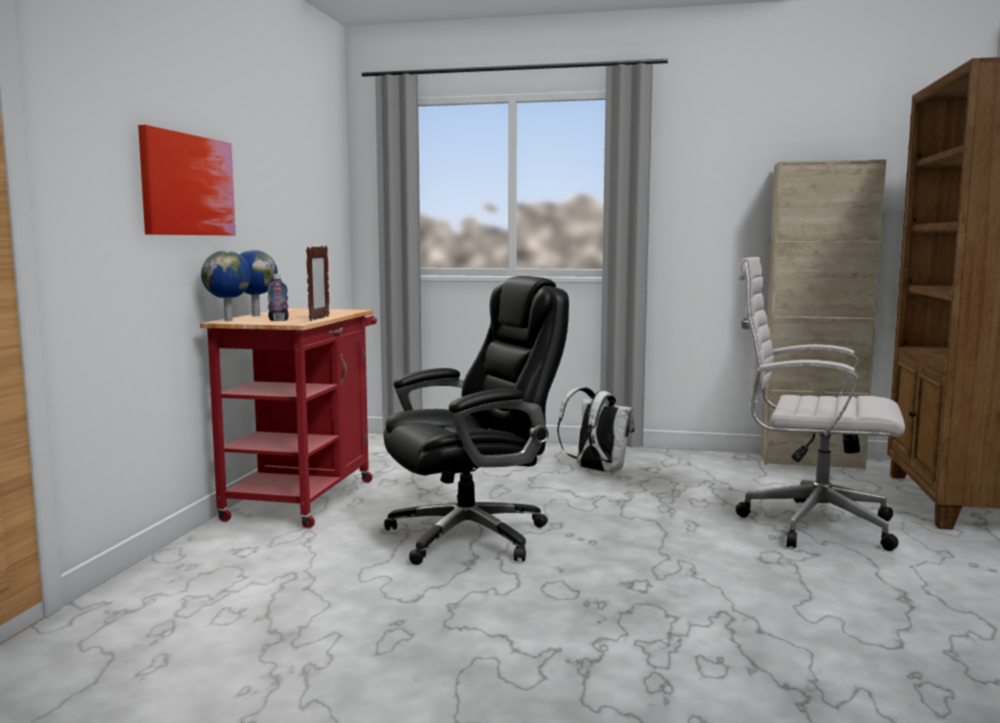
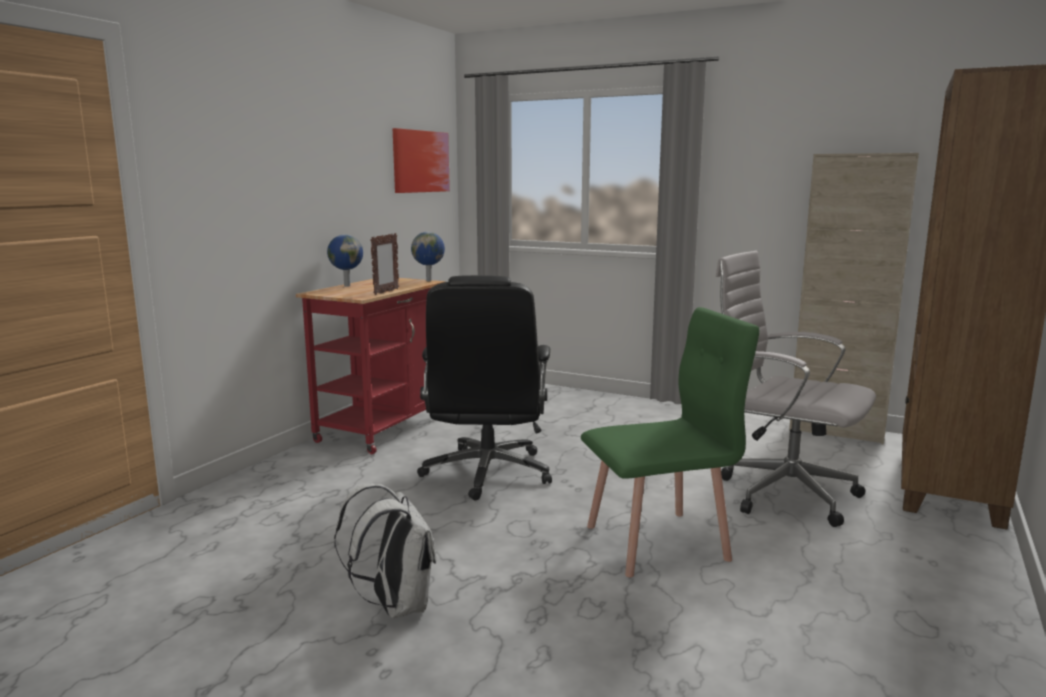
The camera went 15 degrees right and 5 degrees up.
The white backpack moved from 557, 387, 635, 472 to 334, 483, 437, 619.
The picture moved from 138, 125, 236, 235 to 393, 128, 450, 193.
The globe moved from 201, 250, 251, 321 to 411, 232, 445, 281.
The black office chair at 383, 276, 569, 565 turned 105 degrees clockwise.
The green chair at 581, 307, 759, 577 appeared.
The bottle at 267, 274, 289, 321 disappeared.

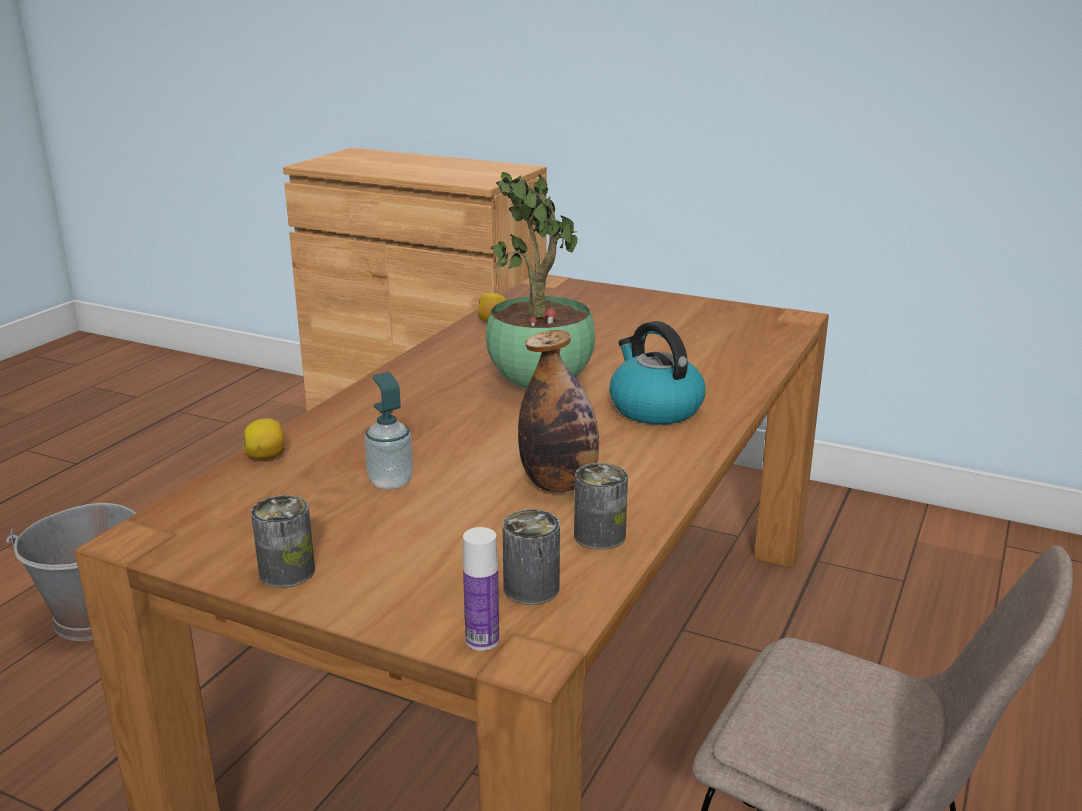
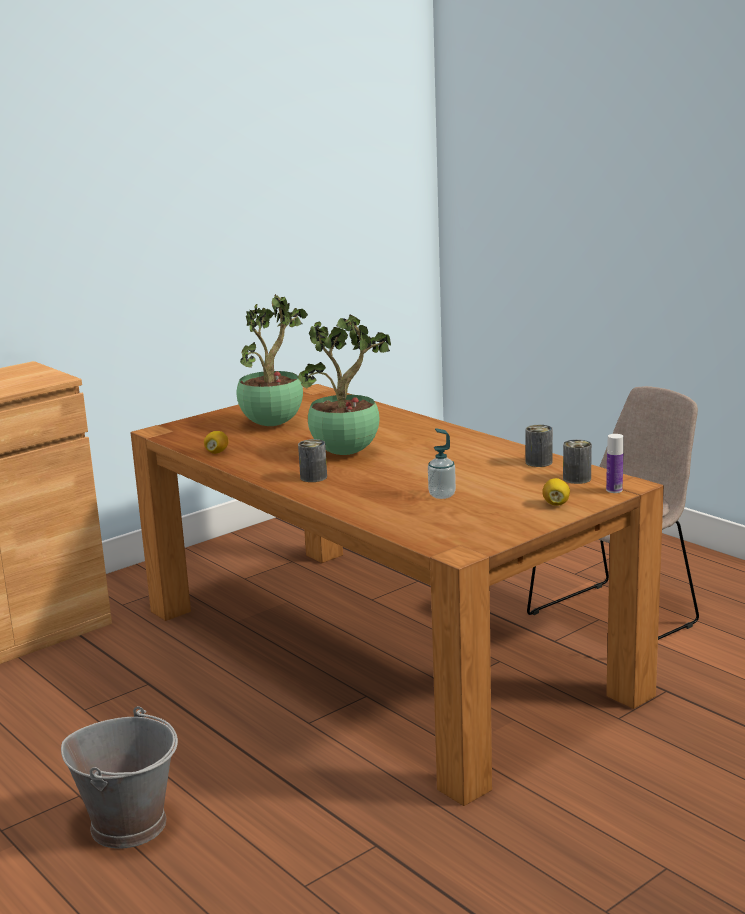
The camera went 65 degrees left and 5 degrees down.
The potted plant at 237, 294, 308, 426 appeared.
The can moved from 251, 495, 315, 588 to 298, 439, 327, 482.
The lemon moved from 243, 418, 285, 460 to 542, 478, 570, 506.
The bottle at 518, 330, 599, 492 disappeared.
The kettle at 609, 321, 706, 424 disappeared.

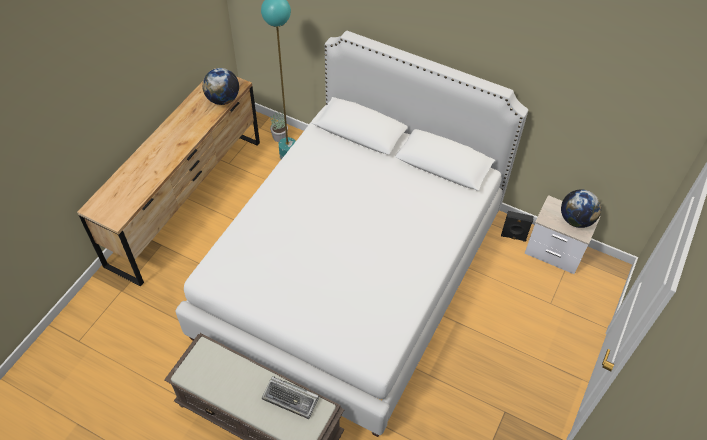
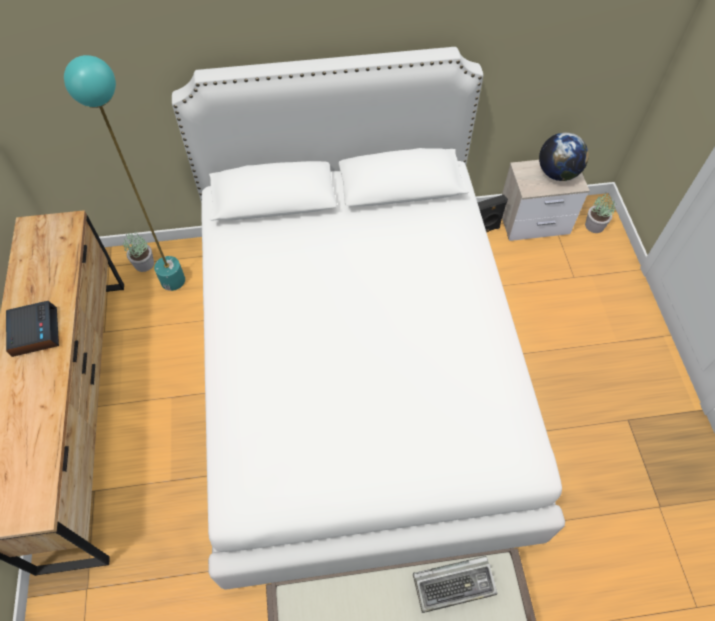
The camera went 35 degrees left and 5 degrees up.
The alarm clock at 6, 301, 59, 357 appeared.
The potted plant at 585, 194, 617, 233 appeared.
The globe at 202, 68, 239, 105 disappeared.

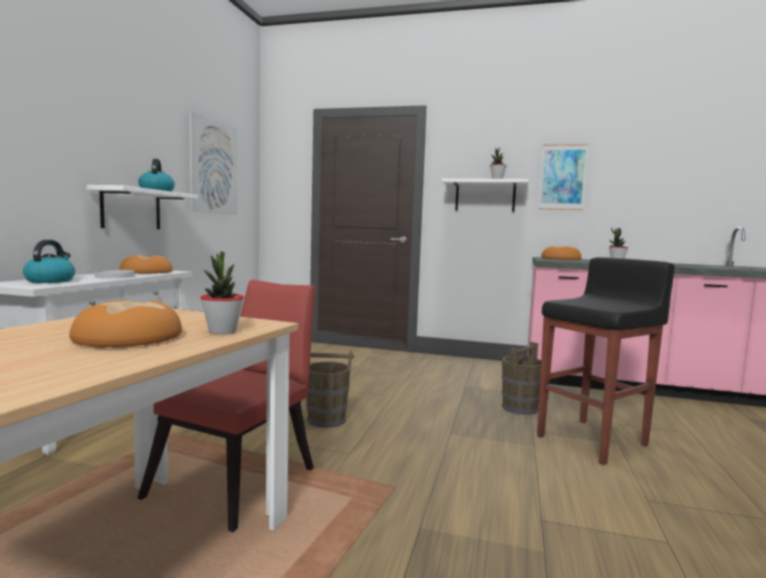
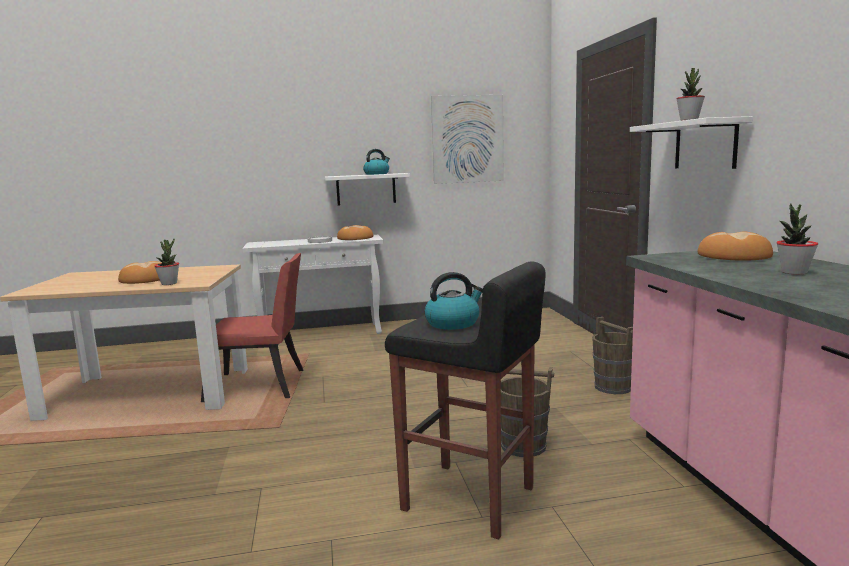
The camera went 65 degrees right and 5 degrees up.
The kettle moved from 23, 240, 75, 283 to 425, 272, 483, 330.
The brown bucket moved from 306, 350, 354, 428 to 592, 317, 633, 394.
The picture at 539, 144, 588, 210 disappeared.

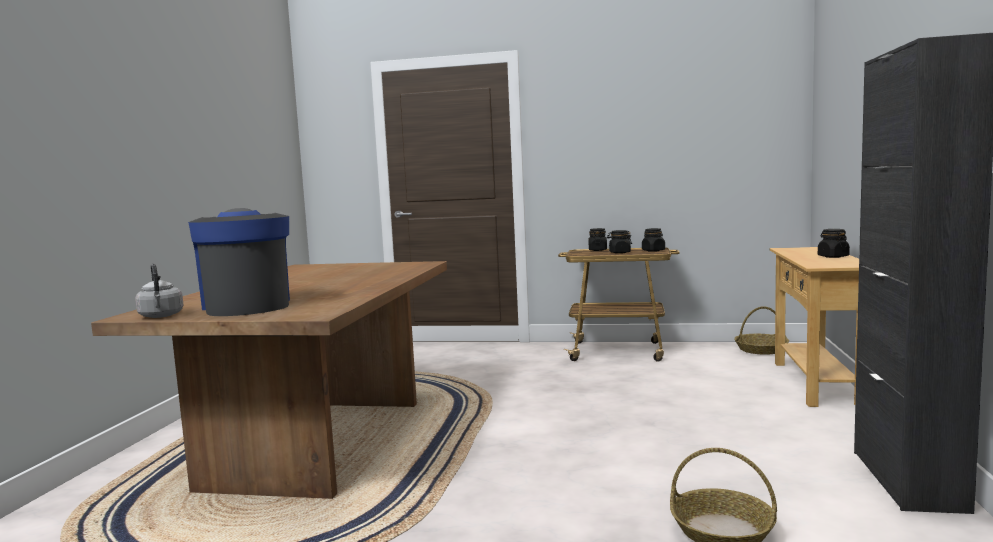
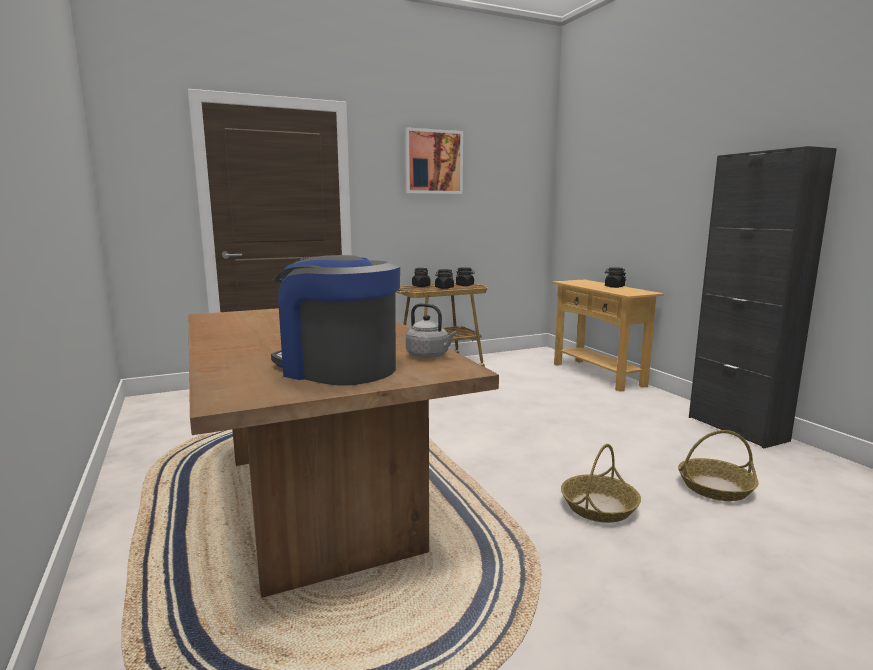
The camera went 35 degrees left and 5 degrees up.
The picture at 405, 127, 463, 194 appeared.
The grey kettle moved from 135, 264, 184, 318 to 406, 303, 457, 358.
The basket moved from 734, 306, 789, 355 to 561, 444, 641, 523.

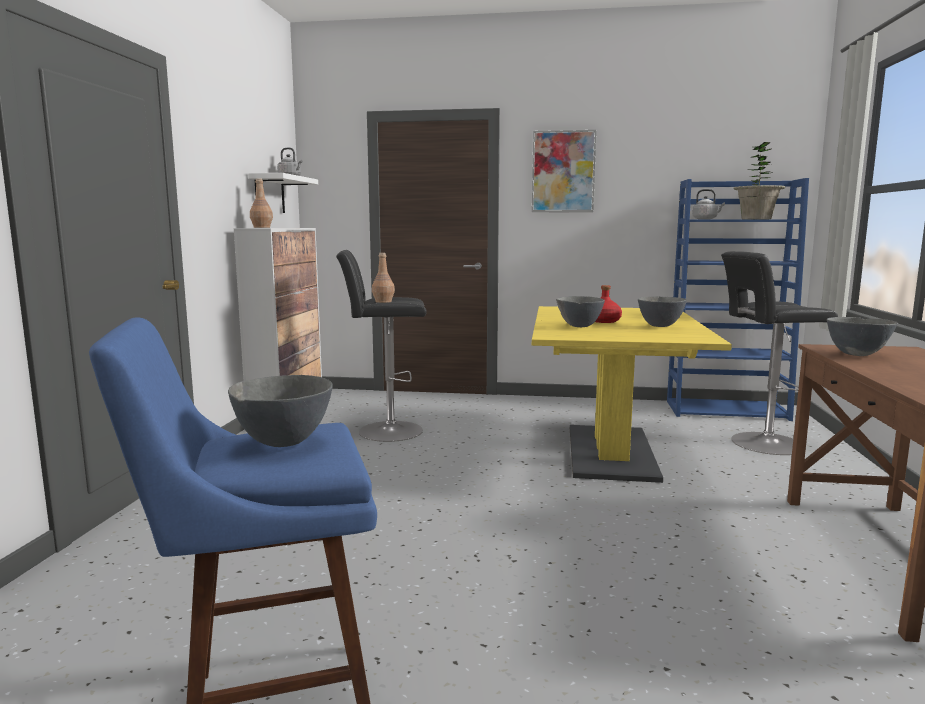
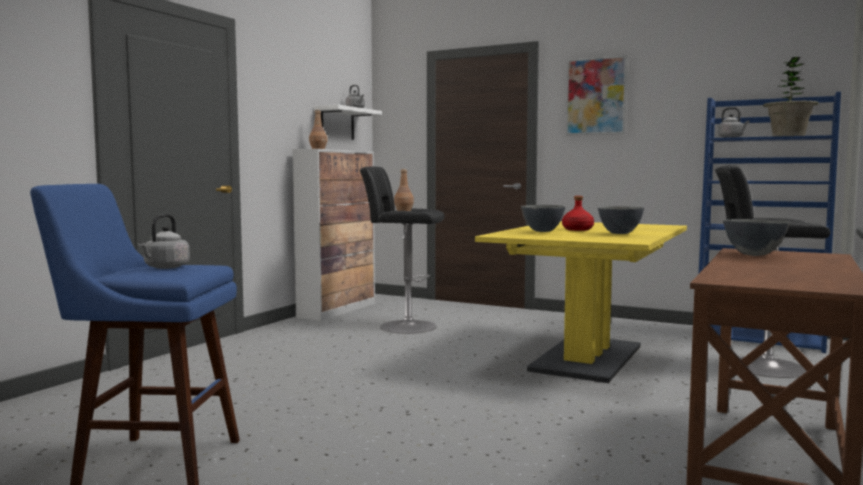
The camera went 20 degrees right and 5 degrees down.
The grey bowl at 228, 375, 333, 447 was replaced by the grey kettle at 138, 214, 190, 269.

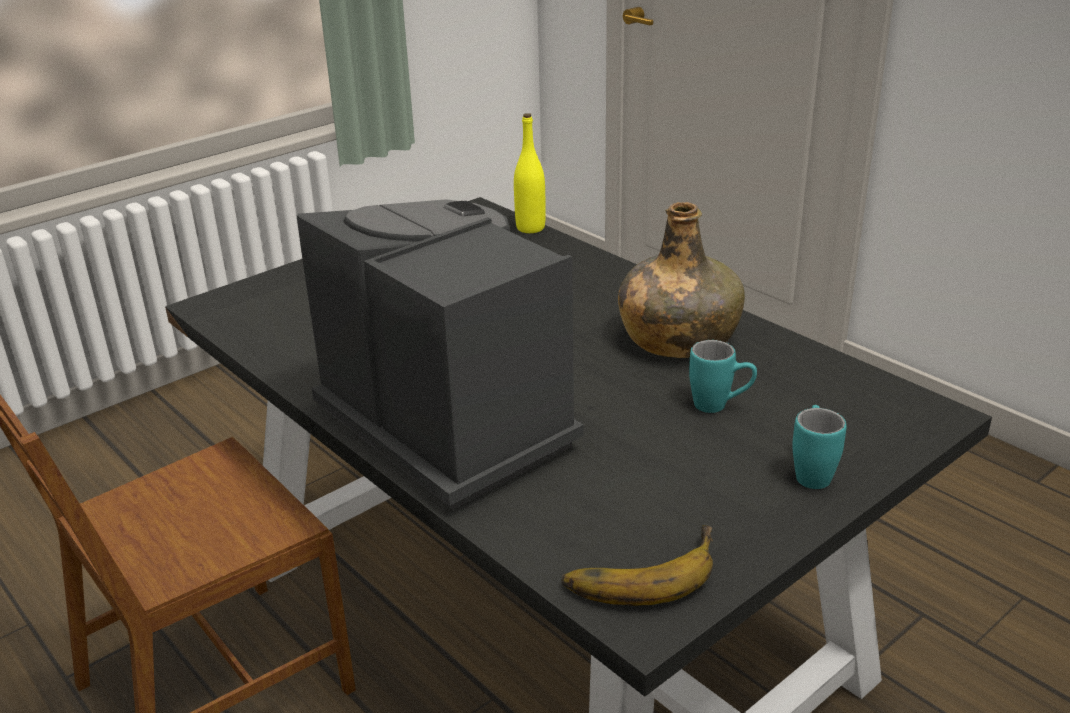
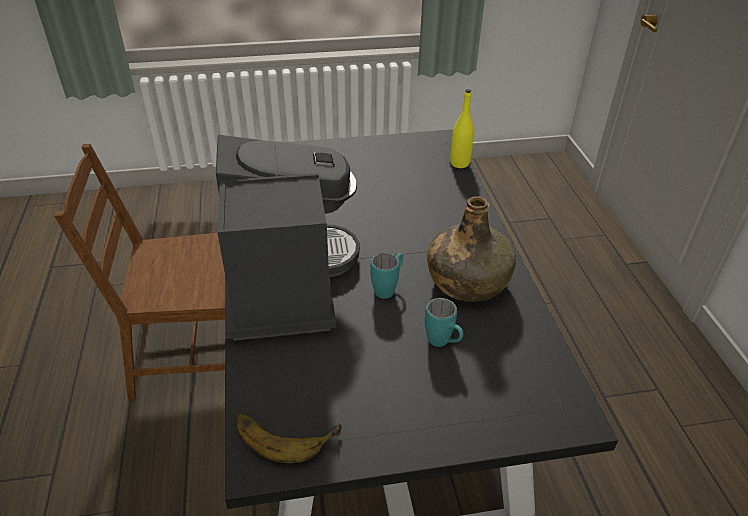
The camera went 30 degrees right and 10 degrees up.
The turquoise mug moved from 792, 405, 847, 489 to 370, 253, 403, 299.

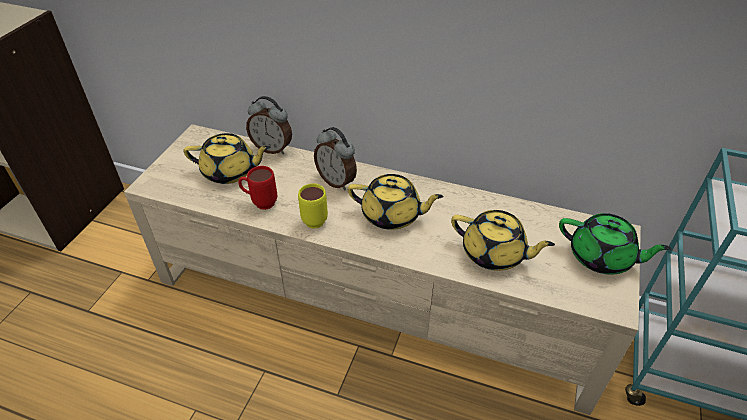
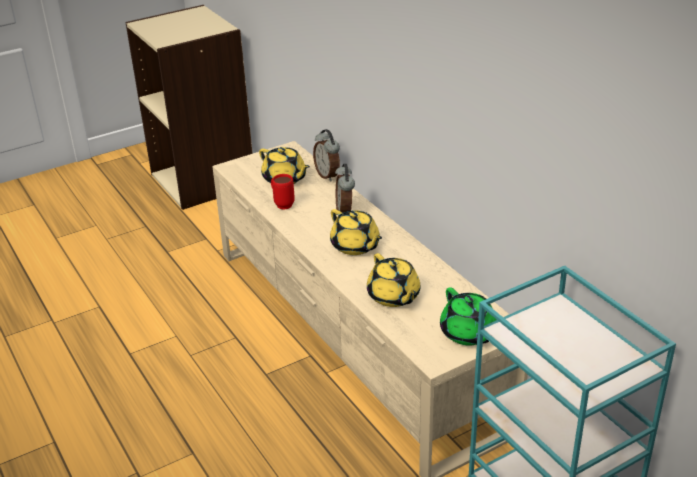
The camera went 40 degrees right and 10 degrees down.
The yellow mug at 298, 183, 328, 228 disappeared.

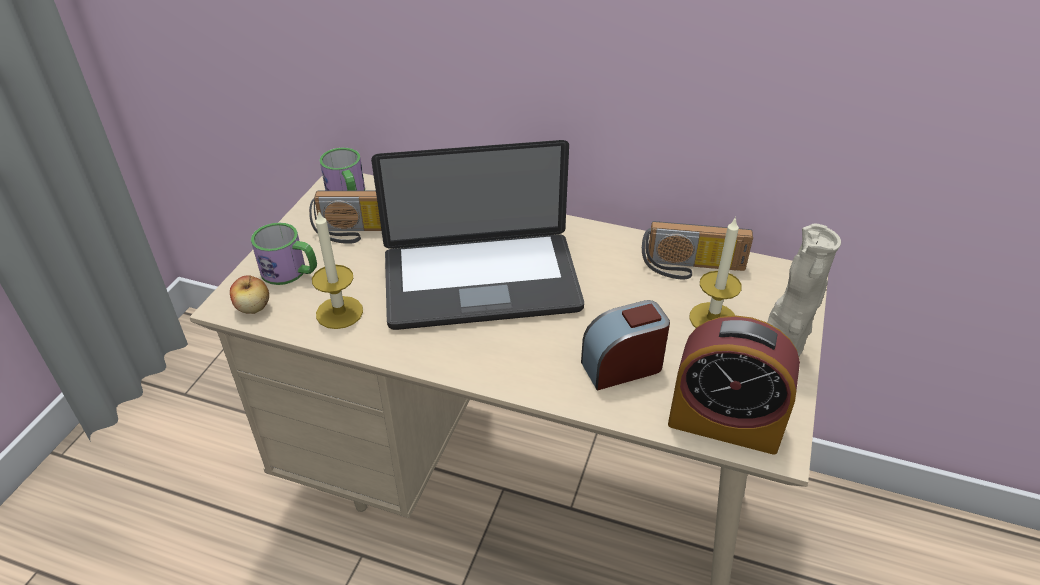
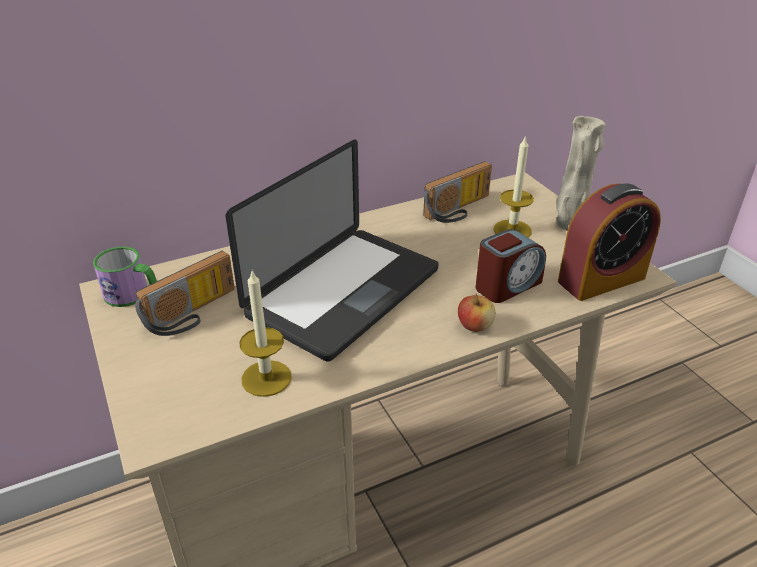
The camera went 45 degrees left and 5 degrees down.
The apple moved from 230, 275, 269, 314 to 458, 294, 495, 332.
The alarm clock at 581, 300, 670, 391 turned 150 degrees counterclockwise.
The mug at 251, 223, 317, 285 disappeared.

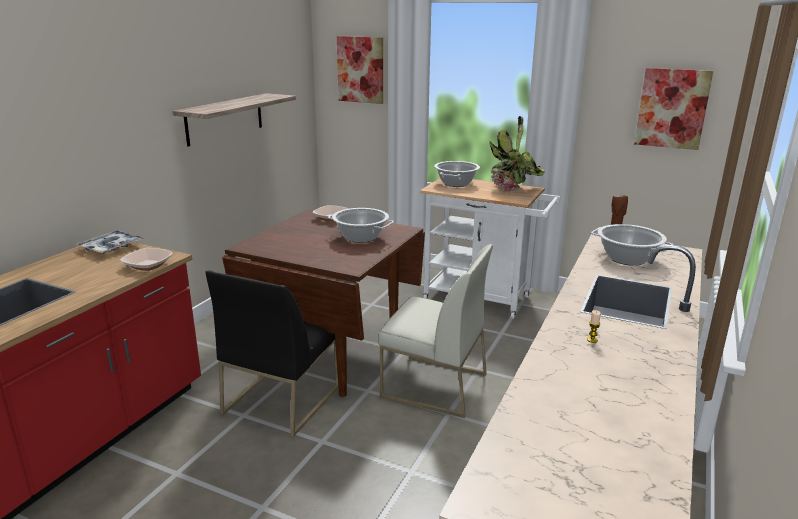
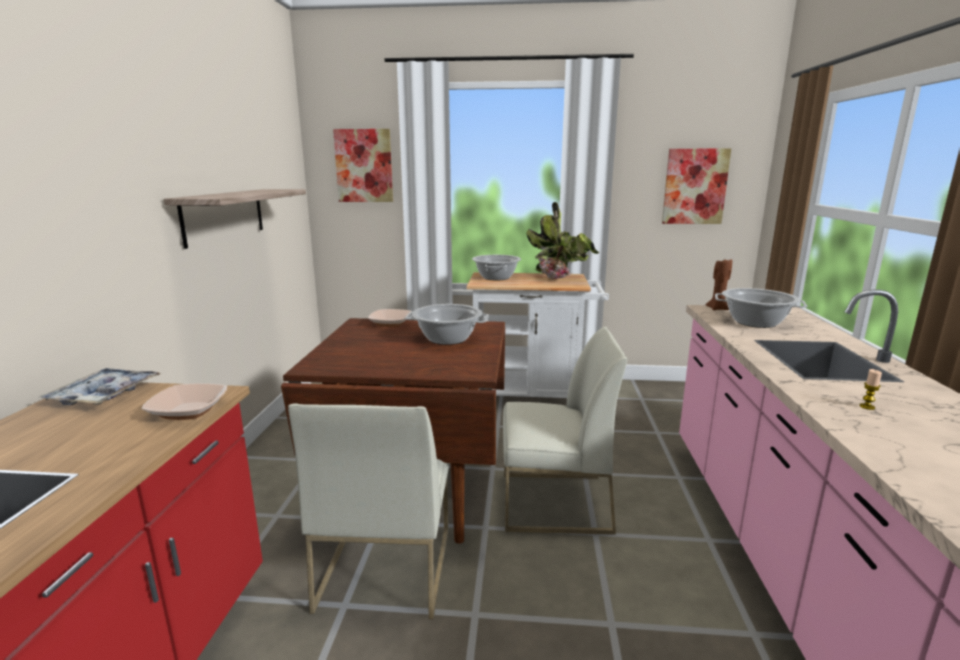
The camera went 20 degrees left and 5 degrees down.
The black chair at 205, 271, 338, 437 became the white chair at 288, 403, 449, 619.

